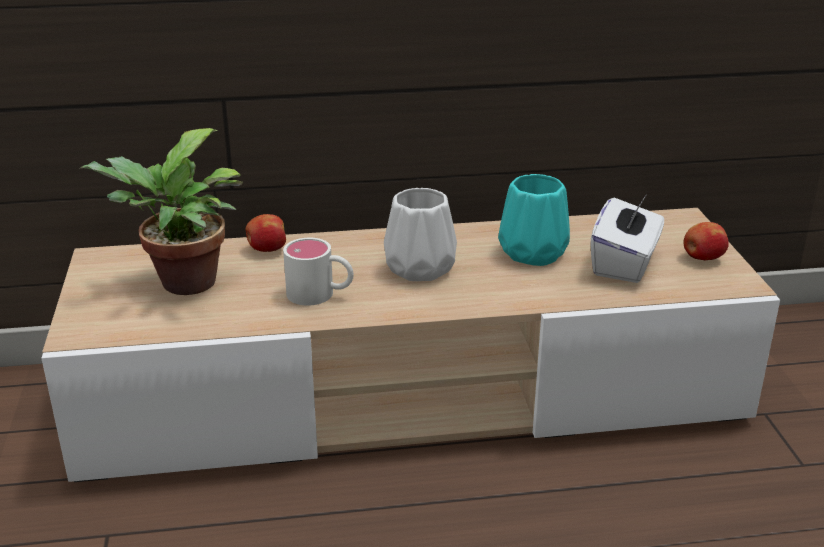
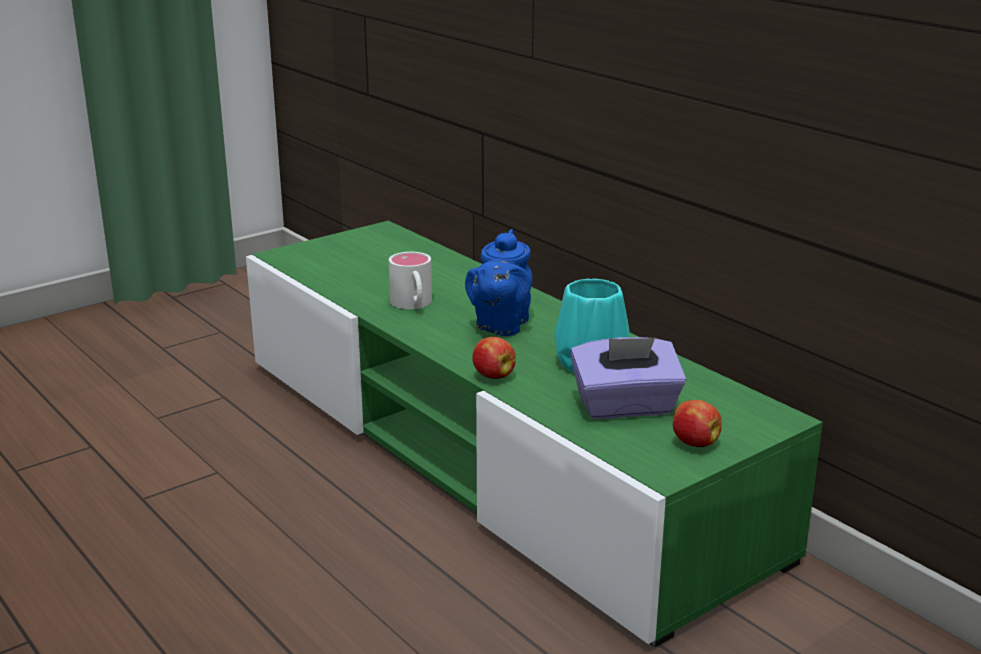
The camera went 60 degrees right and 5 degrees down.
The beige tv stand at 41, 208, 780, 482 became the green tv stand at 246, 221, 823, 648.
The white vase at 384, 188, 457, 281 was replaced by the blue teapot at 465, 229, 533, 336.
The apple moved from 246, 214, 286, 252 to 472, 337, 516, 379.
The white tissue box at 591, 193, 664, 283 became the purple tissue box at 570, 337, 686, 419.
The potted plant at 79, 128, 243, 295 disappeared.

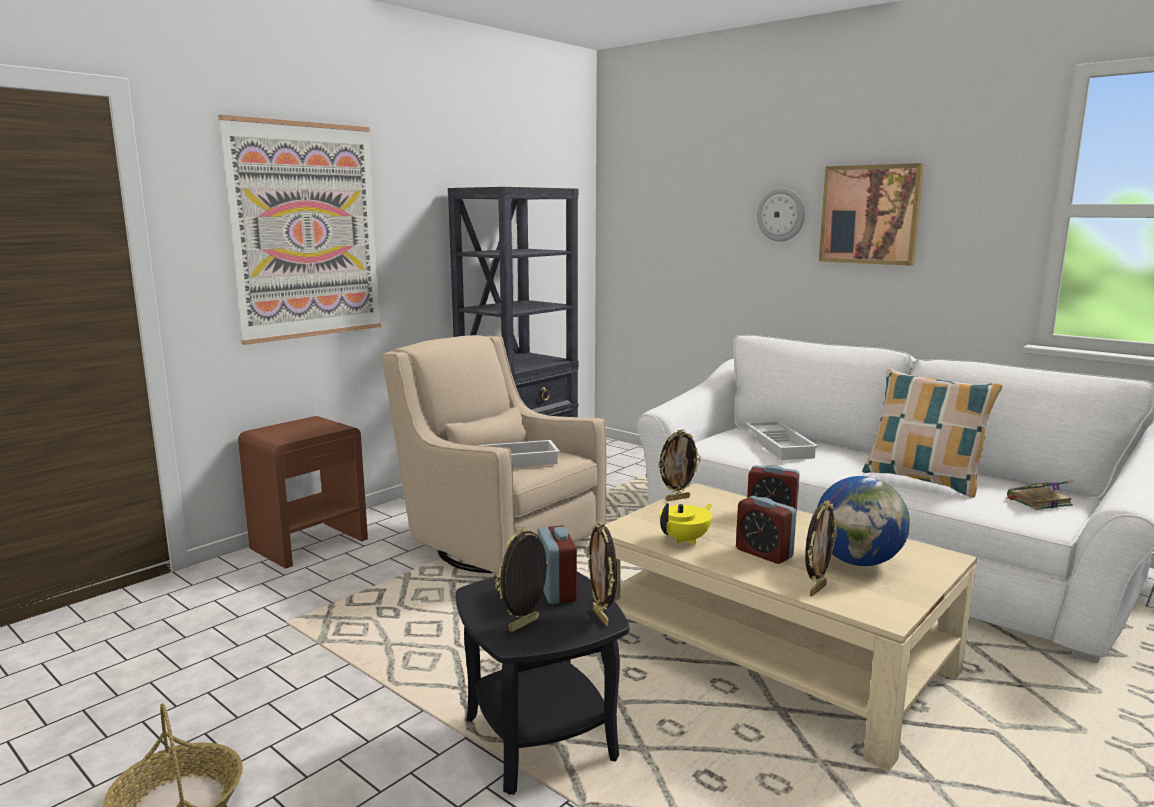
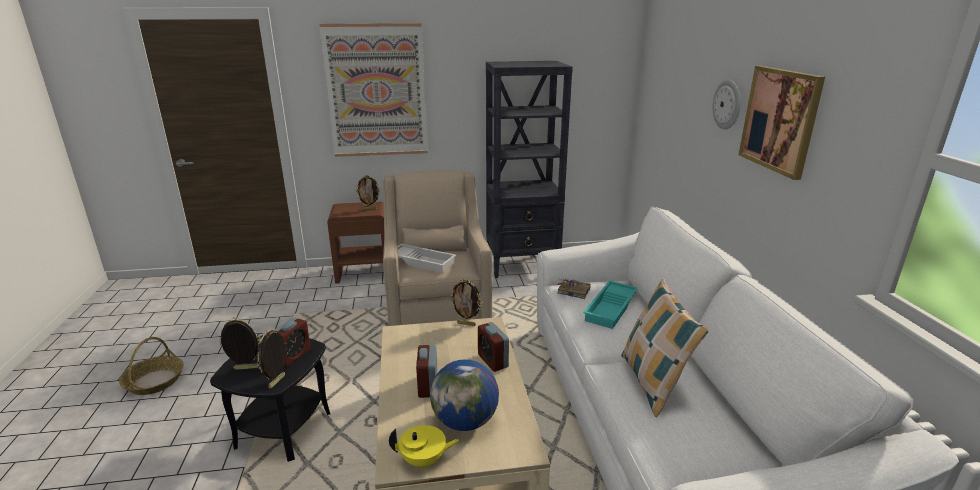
The camera went 40 degrees right and 10 degrees up.
The picture frame moved from 805, 500, 837, 596 to 356, 175, 380, 210.
The yellow teapot moved from 659, 503, 712, 544 to 389, 425, 459, 470.
The book moved from 1007, 481, 1073, 510 to 557, 279, 591, 299.
The white tray at 745, 421, 819, 460 became the turquoise tray at 583, 281, 637, 329.

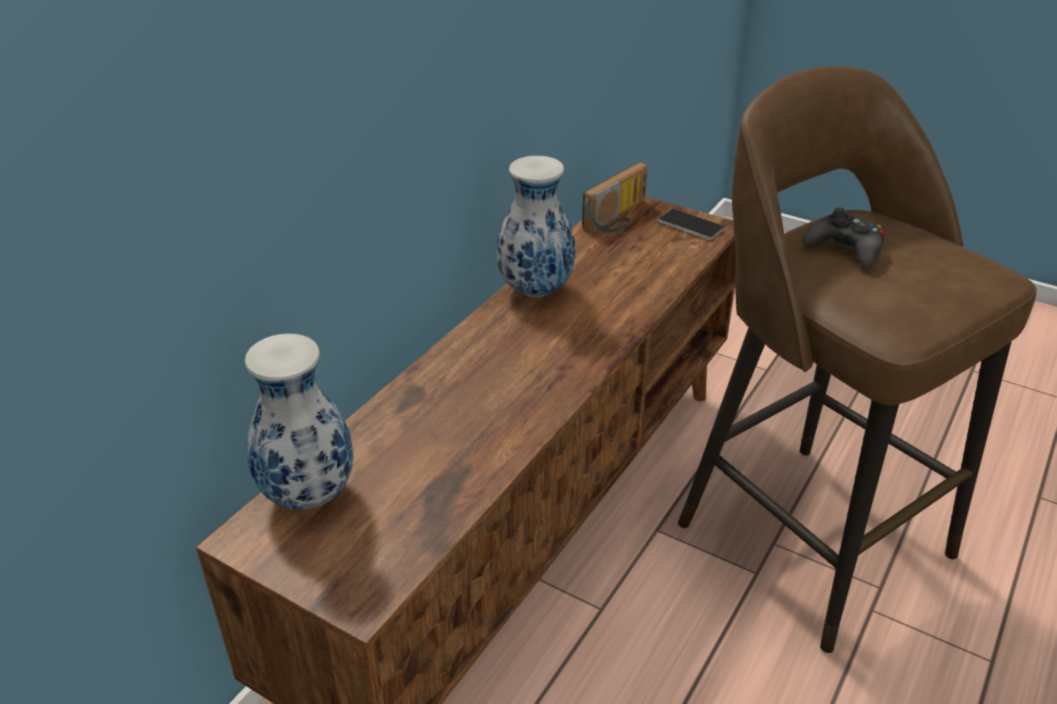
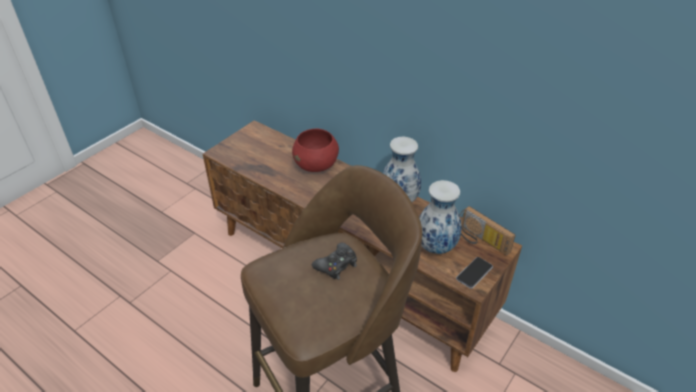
The camera went 95 degrees right and 5 degrees up.
The red bowl at 292, 128, 339, 172 appeared.
The vase moved from 245, 334, 353, 510 to 419, 180, 461, 254.

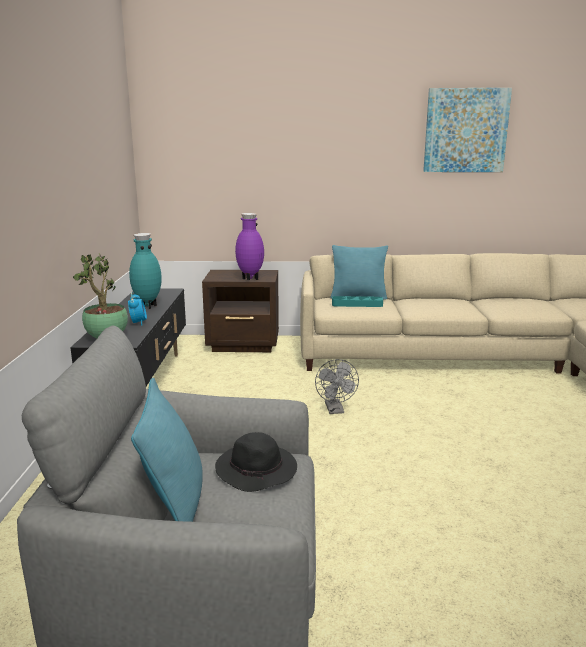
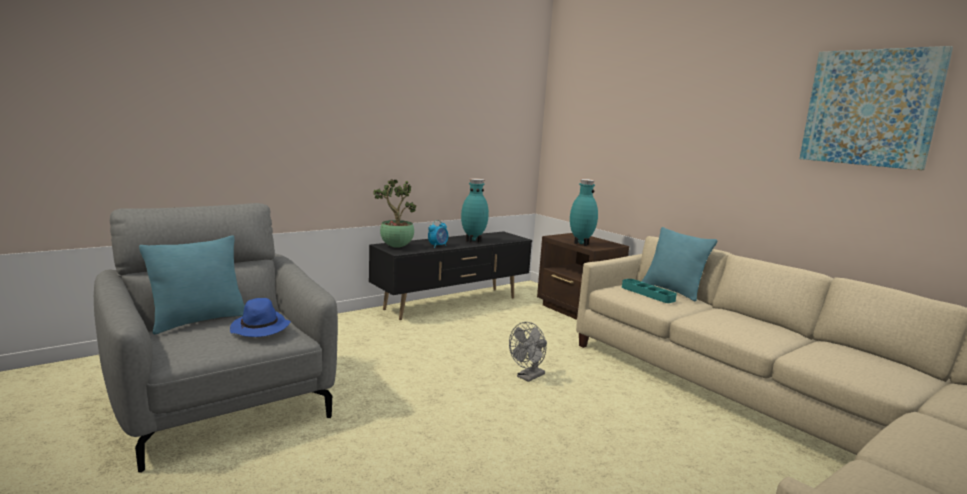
The camera went 50 degrees right and 5 degrees down.
The black hat at 215, 432, 297, 492 became the blue hat at 230, 298, 291, 337.
The purple vase at 235, 213, 264, 280 became the turquoise vase at 570, 179, 598, 246.

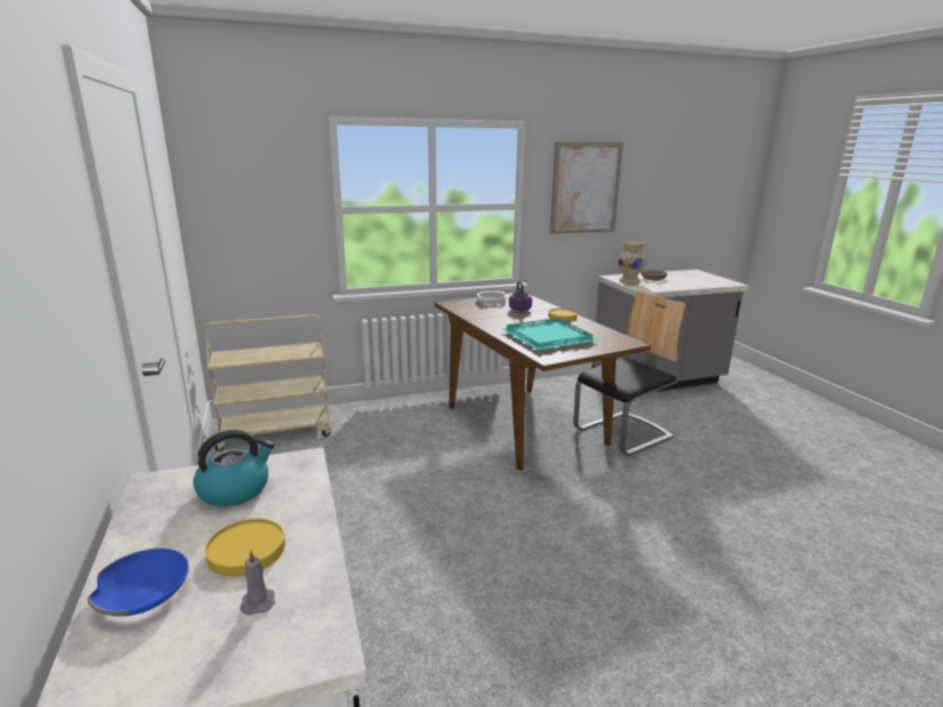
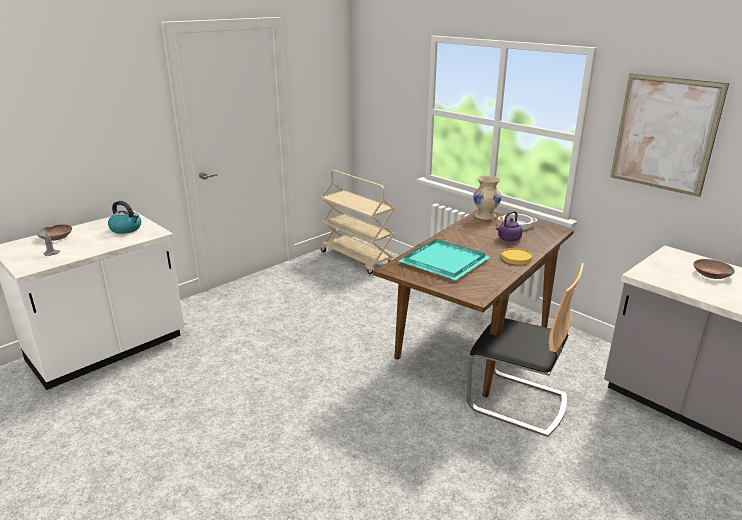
The camera went 65 degrees right and 5 degrees up.
The blue bowl at 87, 548, 189, 616 became the brown bowl at 37, 224, 72, 241.
The beige vase moved from 618, 241, 646, 283 to 473, 176, 501, 220.
The yellow plate at 205, 519, 285, 577 disappeared.

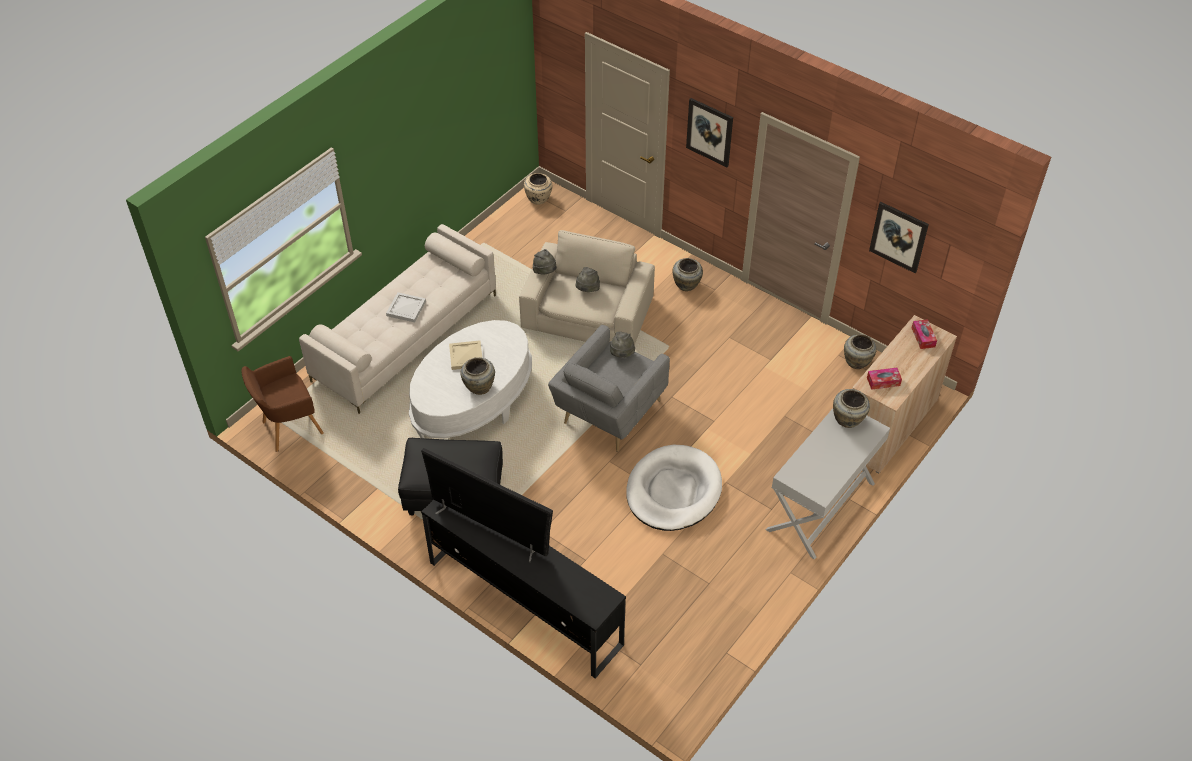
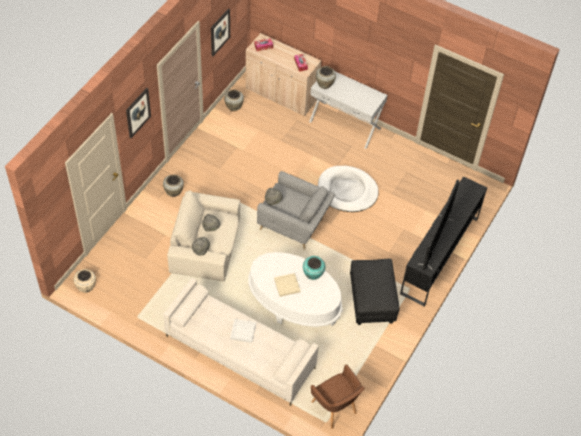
The camera went 100 degrees left and 5 degrees up.
The beige vase at 461, 357, 495, 395 became the turquoise vase at 303, 256, 325, 280.

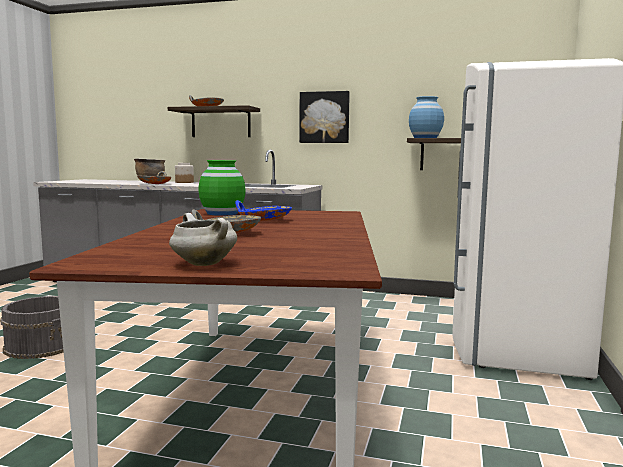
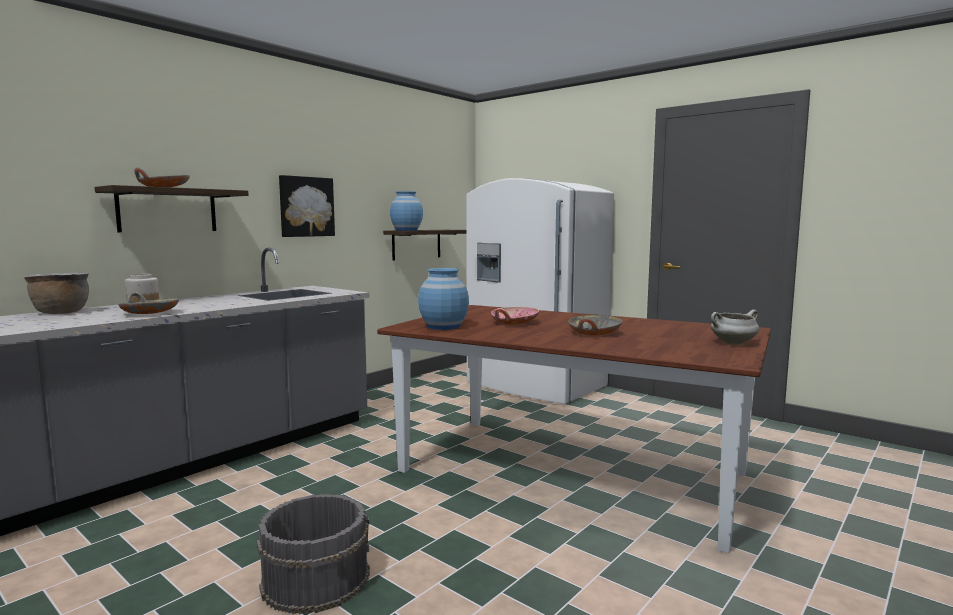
The camera went 65 degrees left and 0 degrees up.
The green vase at 199, 160, 246, 216 became the blue vase at 418, 268, 469, 330.
The blue bowl at 235, 200, 292, 221 became the pink bowl at 491, 307, 539, 324.

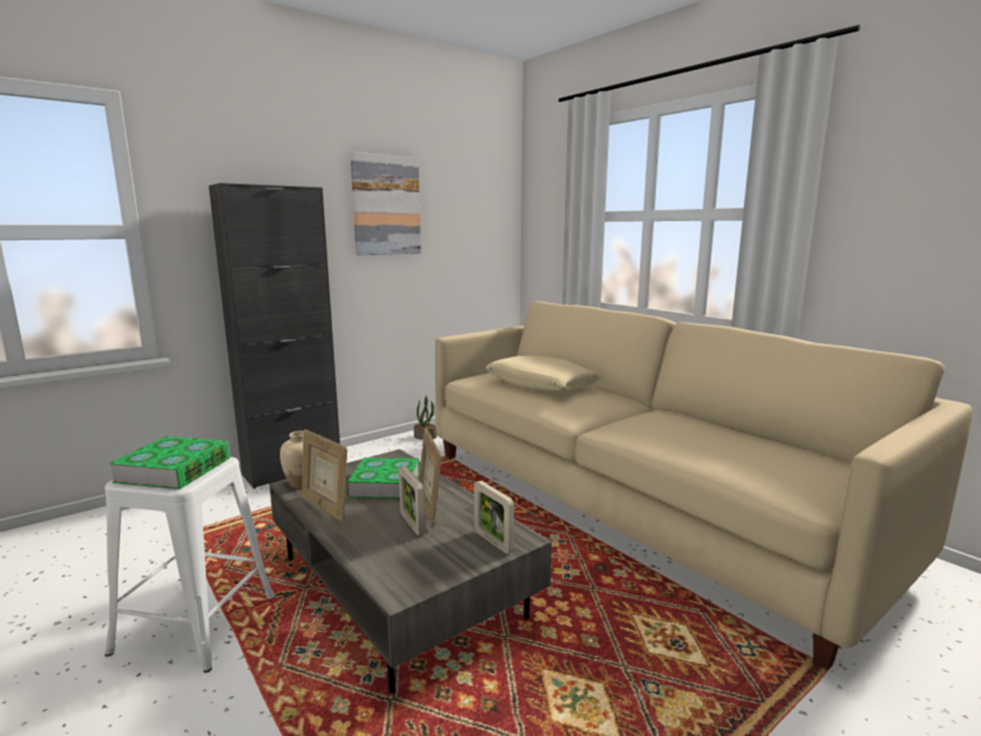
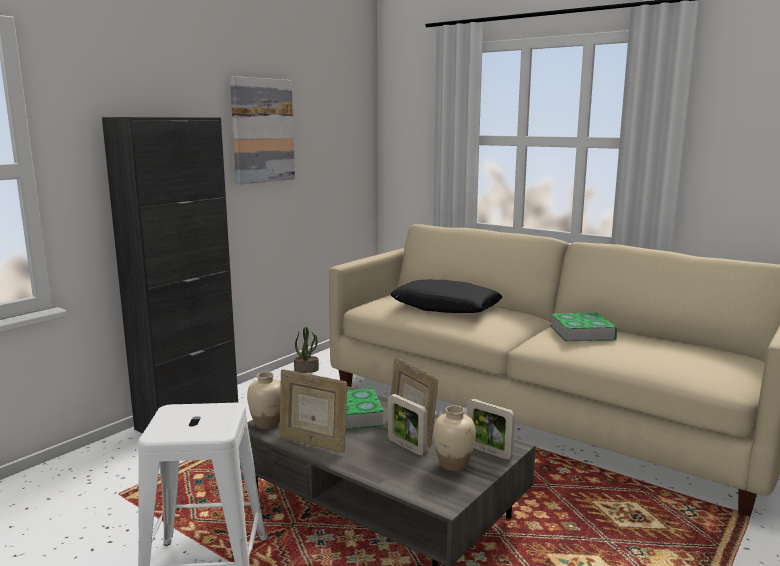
The camera went 15 degrees left and 0 degrees up.
The beige pillow at 486, 356, 601, 392 became the black pillow at 390, 280, 503, 313.
The beige vase at 433, 405, 476, 471 appeared.
The book moved from 109, 436, 230, 489 to 550, 313, 617, 341.

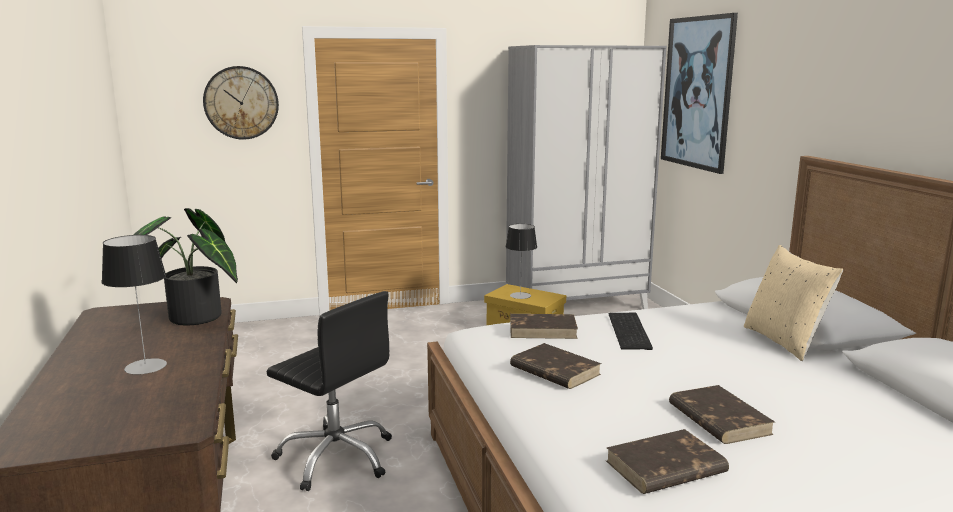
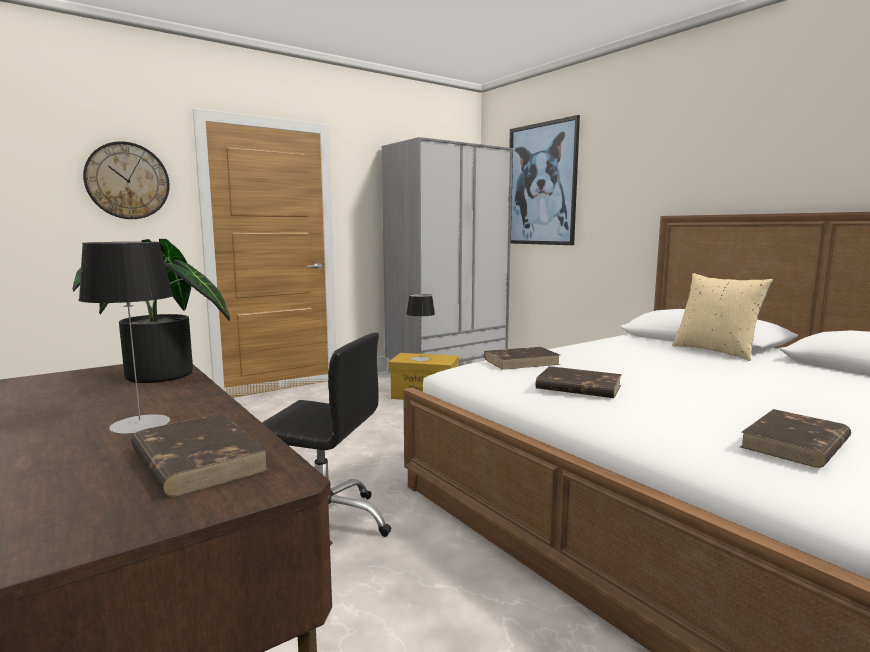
The camera went 20 degrees left and 5 degrees down.
The brown book moved from 669, 385, 775, 444 to 131, 413, 269, 497.
The keyboard at 609, 313, 653, 350 disappeared.

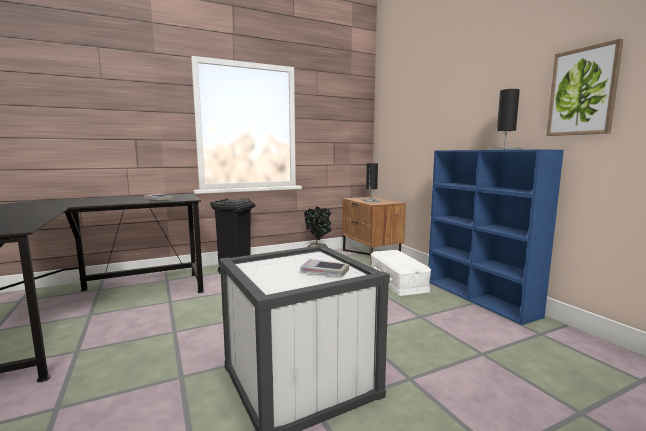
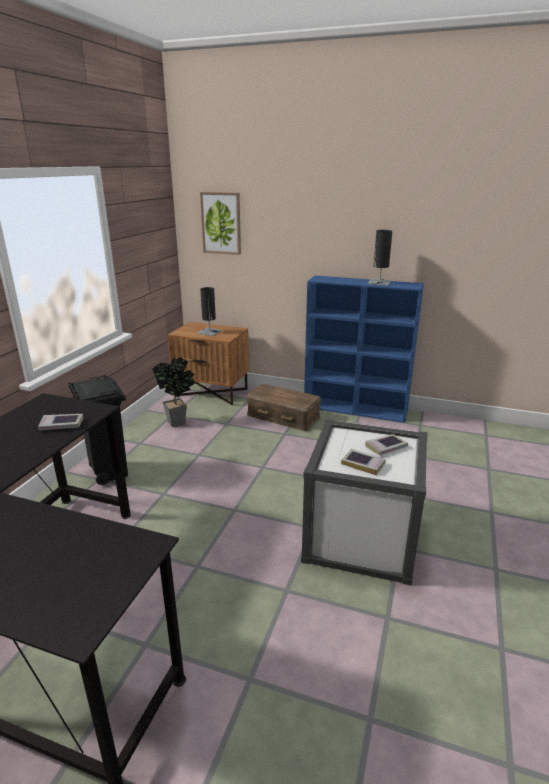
The camera went 45 degrees left and 15 degrees up.
The picture moved from 546, 39, 623, 136 to 200, 192, 241, 255.
The white storage box at 371, 250, 431, 296 became the brown storage box at 246, 384, 321, 431.
The book at 341, 449, 386, 475 appeared.

